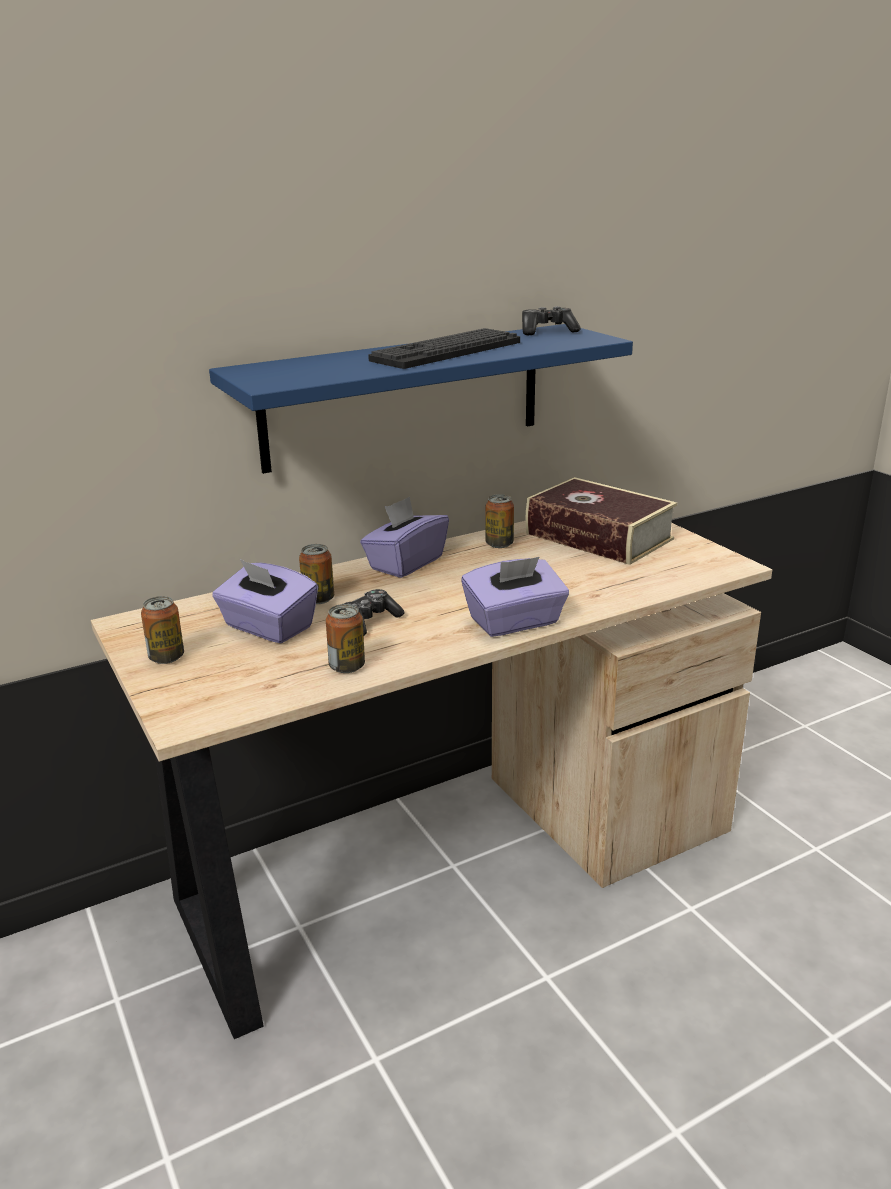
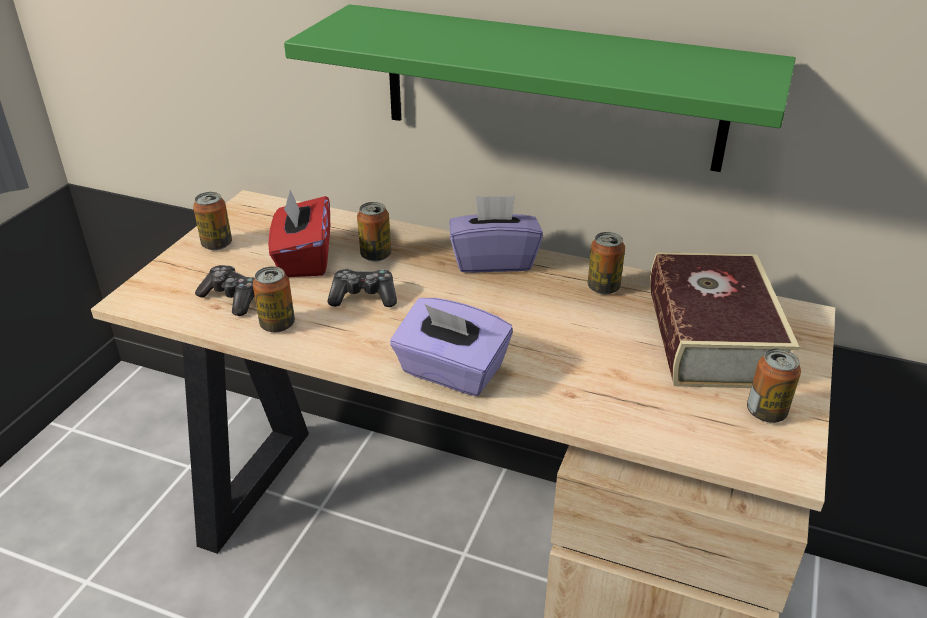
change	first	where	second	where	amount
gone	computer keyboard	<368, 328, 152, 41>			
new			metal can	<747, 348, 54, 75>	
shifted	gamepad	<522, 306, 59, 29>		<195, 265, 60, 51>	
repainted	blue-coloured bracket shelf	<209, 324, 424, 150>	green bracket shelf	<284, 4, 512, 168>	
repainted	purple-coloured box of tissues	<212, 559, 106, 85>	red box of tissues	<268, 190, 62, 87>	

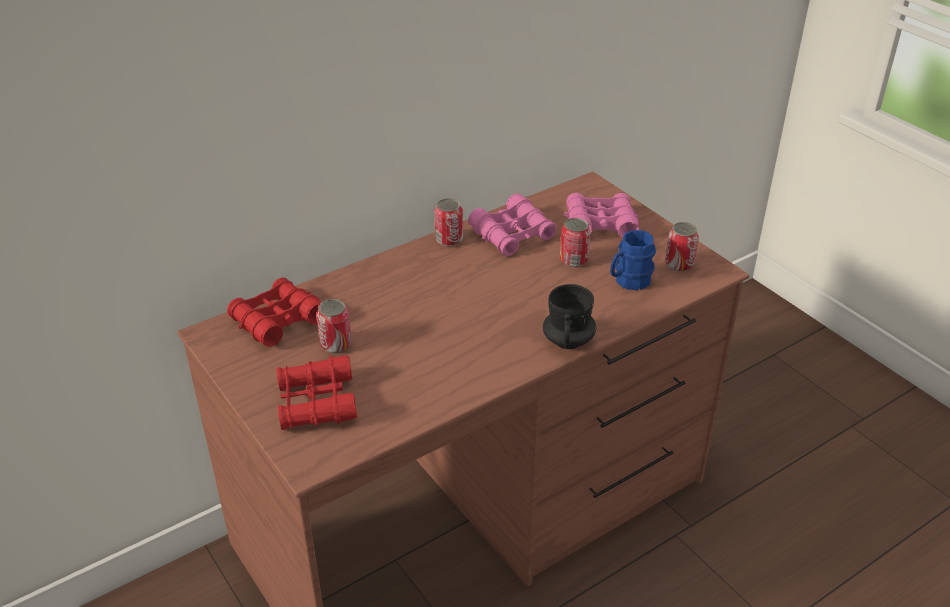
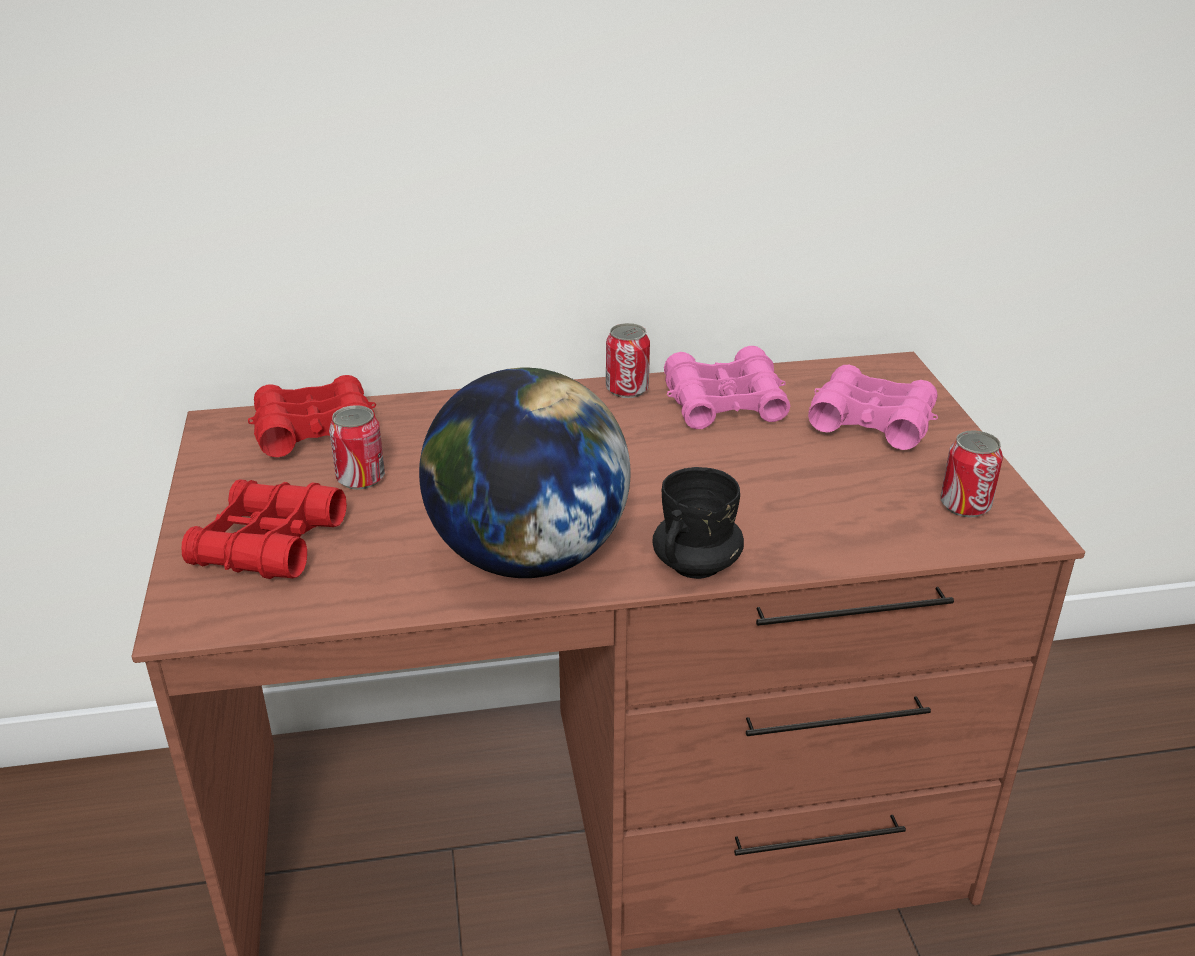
change	first	where	second	where	amount
gone	metal can	<560, 218, 31, 49>			
gone	blue-coloured mug	<610, 230, 46, 60>			
new			globe	<419, 367, 212, 211>	

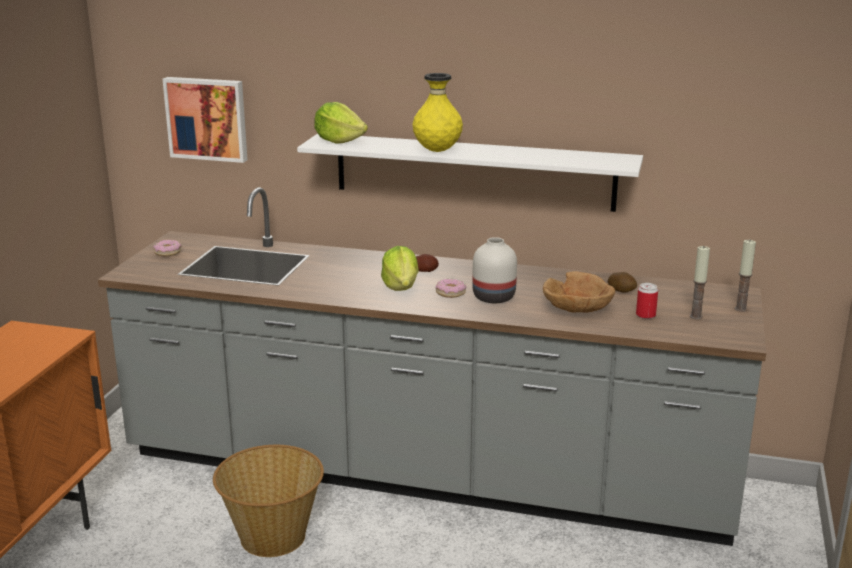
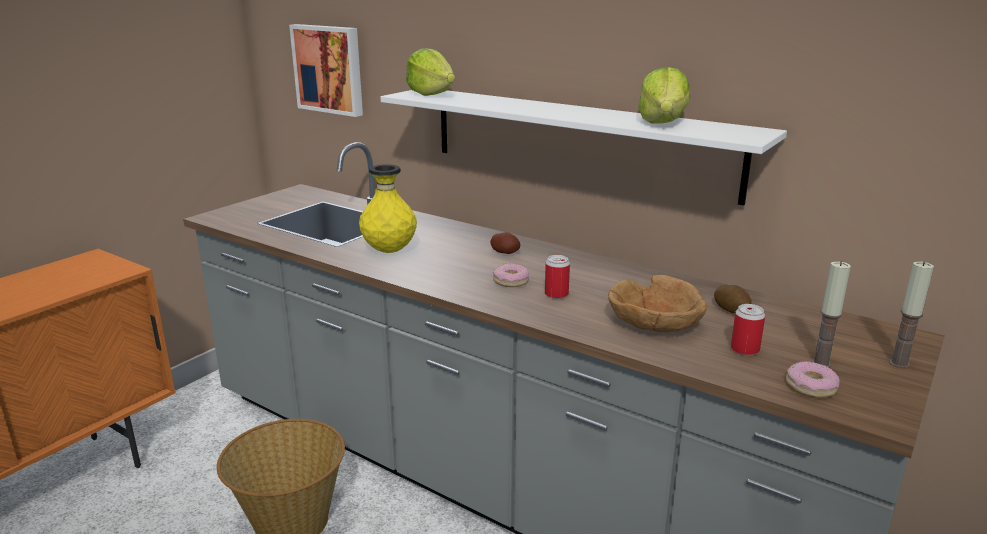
change	first	where	second	where	amount
shifted	ring doughnut	<153, 240, 28, 16>		<786, 361, 54, 37>	
shifted	head of lettuce	<381, 246, 38, 45>		<638, 67, 52, 57>	
shifted	yellow flower vase	<413, 73, 50, 79>		<359, 164, 58, 89>	
swapped	white-coloured flower vase	<472, 237, 45, 66>	metal can	<545, 255, 25, 44>	

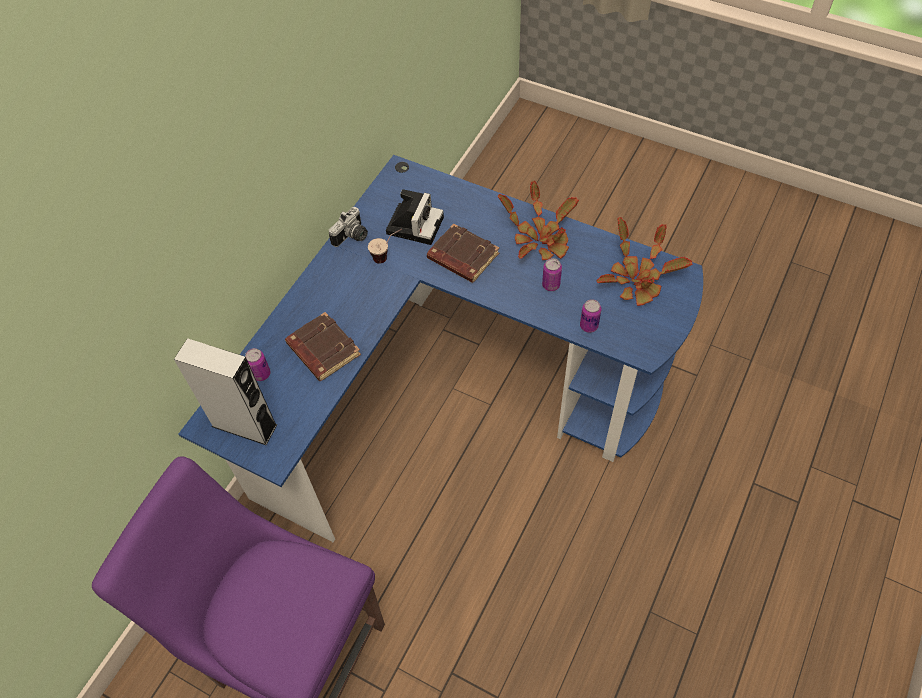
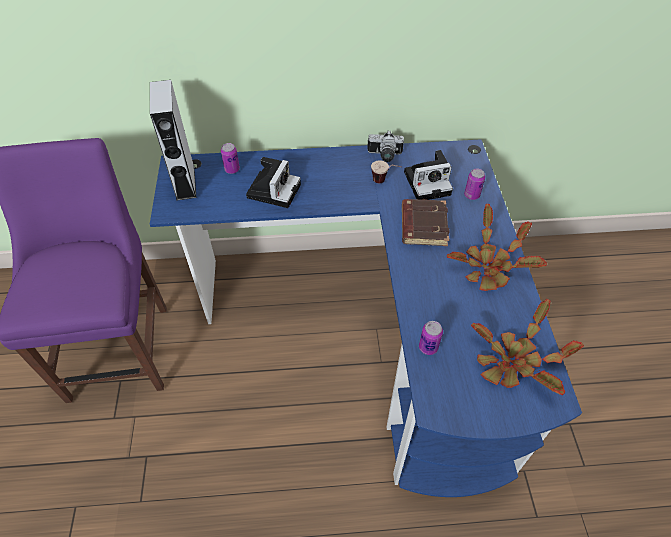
change	first	where	second	where	amount
shifted	metal can	<542, 258, 20, 33>		<464, 169, 21, 31>	
swapped	brown-coloured bound book	<285, 312, 76, 69>	still camera	<246, 157, 55, 51>	

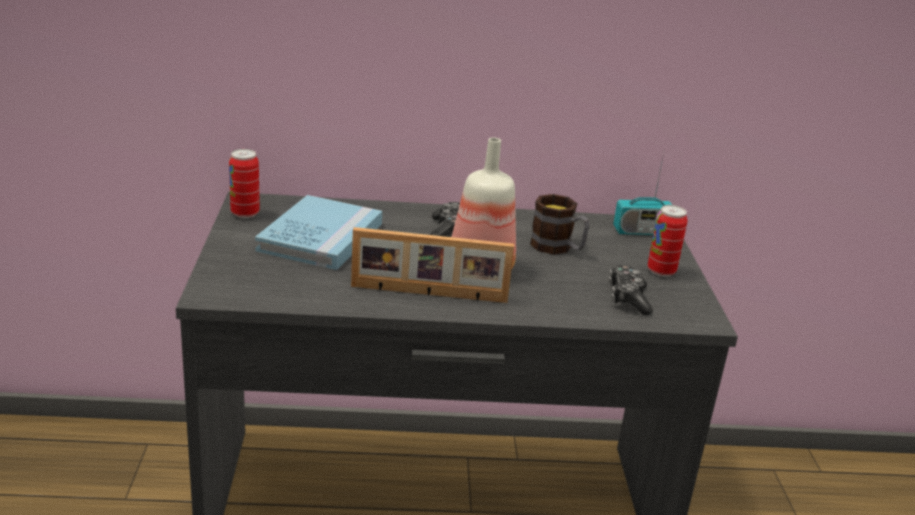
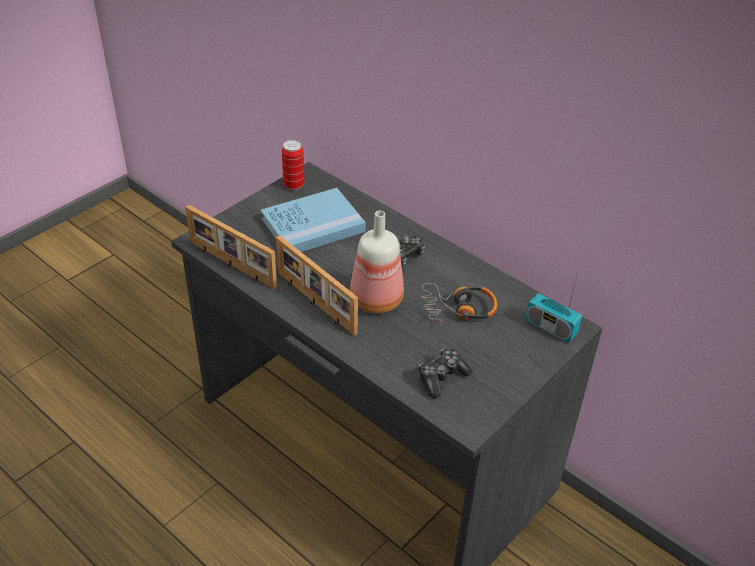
change	first	where	second	where	amount
gone	metal can	<648, 205, 40, 72>			
new			standing frame	<185, 205, 92, 84>	
swapped	mug	<530, 194, 60, 61>	pair of headphones	<421, 283, 76, 44>	

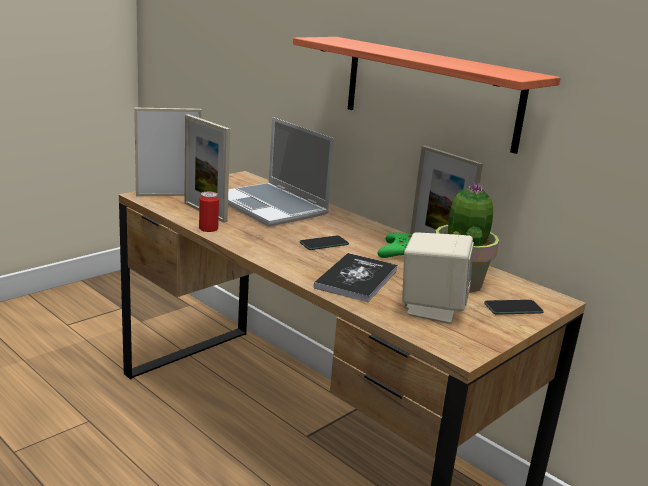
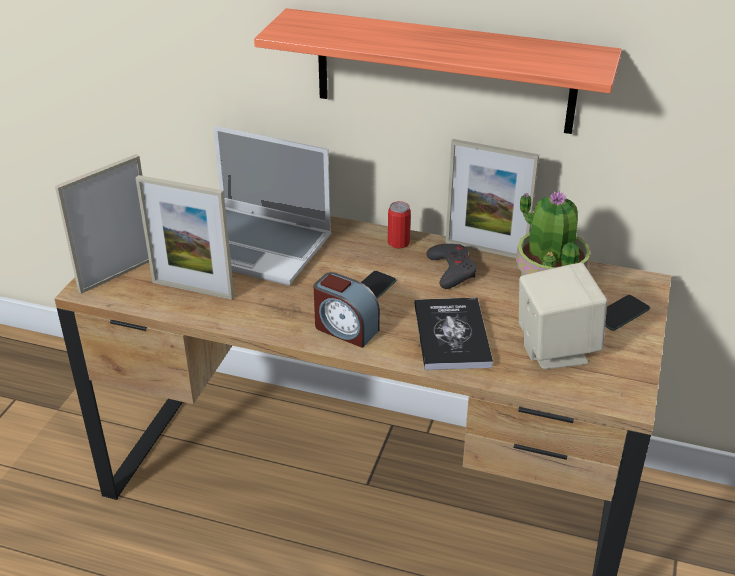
change	first	where	second	where	amount
new			bedside clock	<314, 272, 66, 76>	
shifted	metal can	<199, 192, 20, 40>		<388, 201, 23, 47>	
repainted	green gamepad	<378, 232, 34, 26>	grey gamepad	<426, 244, 51, 45>	

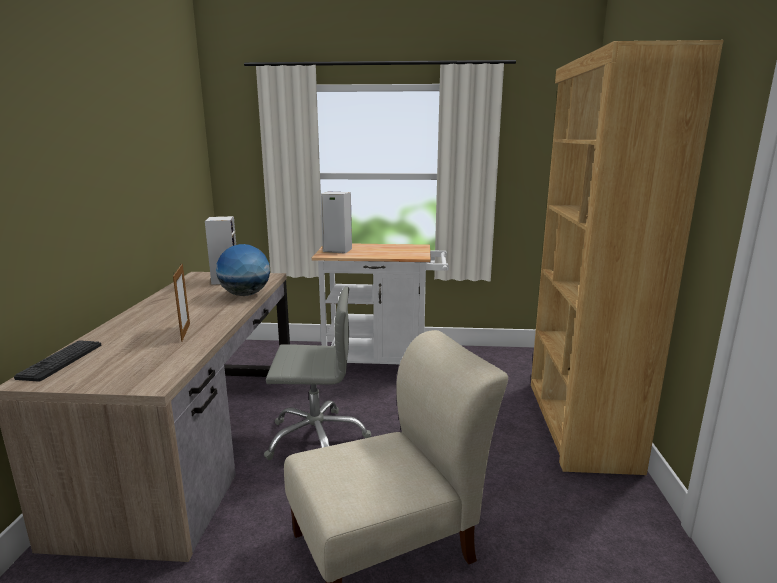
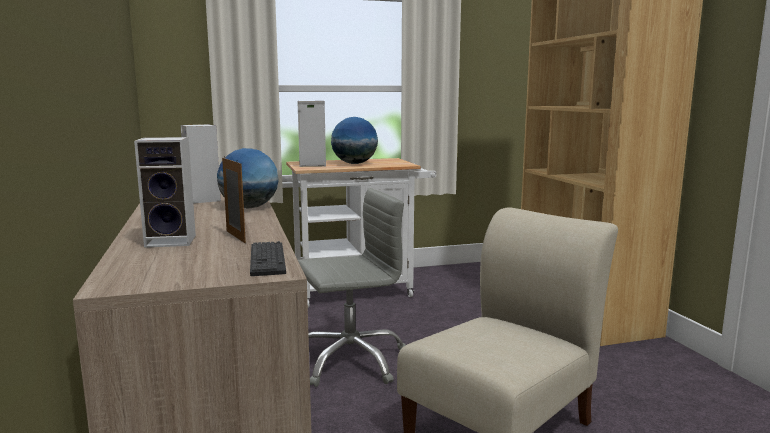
change	first	where	second	where	amount
new			loudspeaker	<134, 137, 62, 111>	
new			globe	<331, 117, 47, 47>	
shifted	computer keyboard	<14, 340, 87, 42>		<250, 241, 36, 35>	

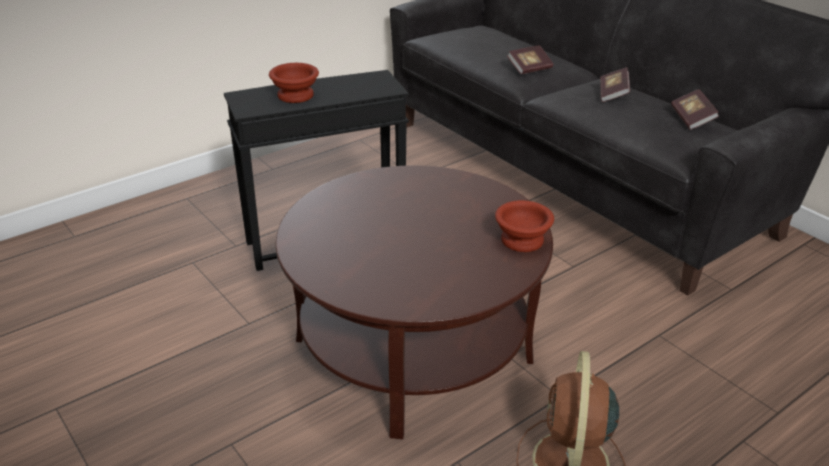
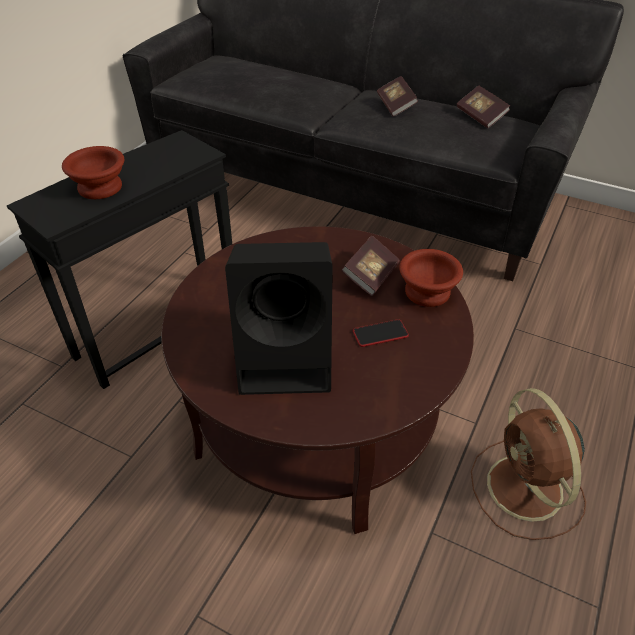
change	first	where	second	where	amount
new			black loudspeaker	<225, 242, 108, 153>	
new			phone	<353, 319, 56, 28>	
shifted	bound book	<507, 45, 46, 30>		<341, 236, 59, 60>	

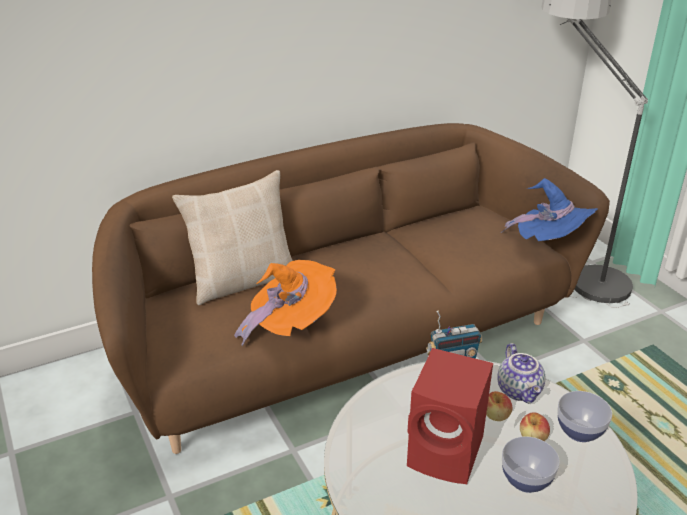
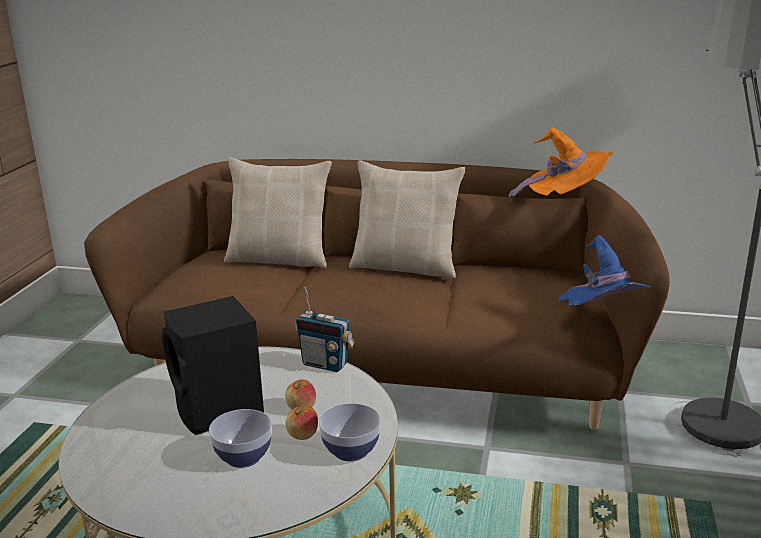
change	first	where	second	where	amount
gone	tea pot	<497, 343, 48, 60>			
new			beige-coloured pillow	<349, 160, 117, 118>	
shifted	orange clothing hat	<234, 260, 103, 86>		<509, 127, 105, 75>	
repainted	red loudspeaker	<407, 348, 86, 136>	black loudspeaker	<162, 296, 102, 139>	

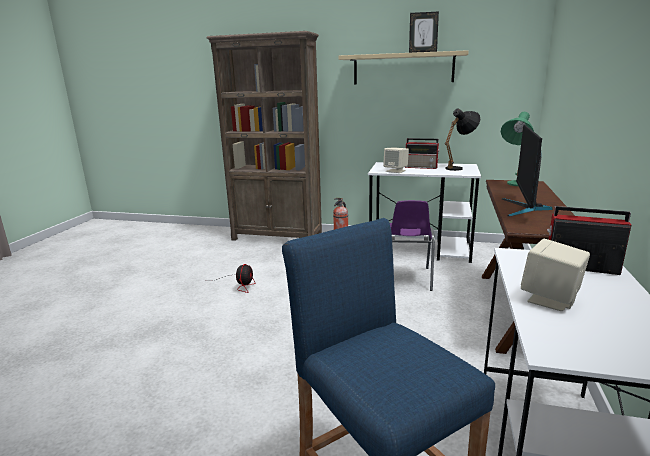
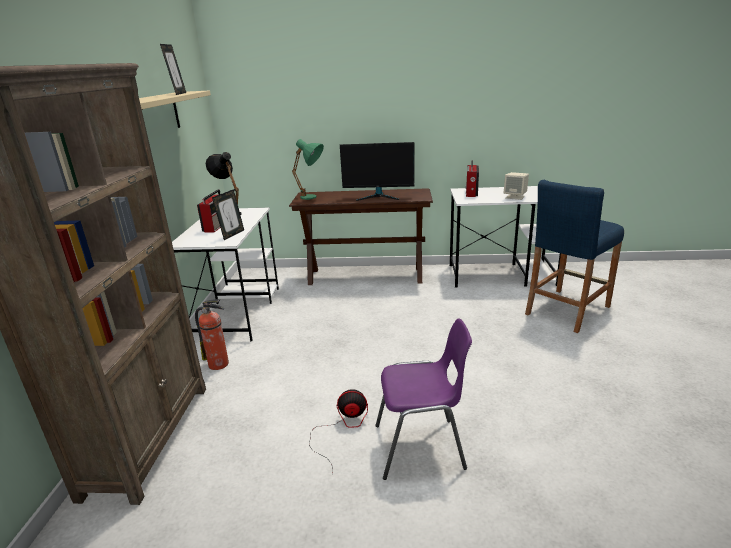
change	first	where	second	where	amount
shifted	purple-coloured upright chair	<390, 200, 45, 91>		<375, 318, 97, 162>	
swapped	beige-coloured loudspeaker	<383, 147, 26, 26>	standing frame	<212, 189, 32, 51>	

